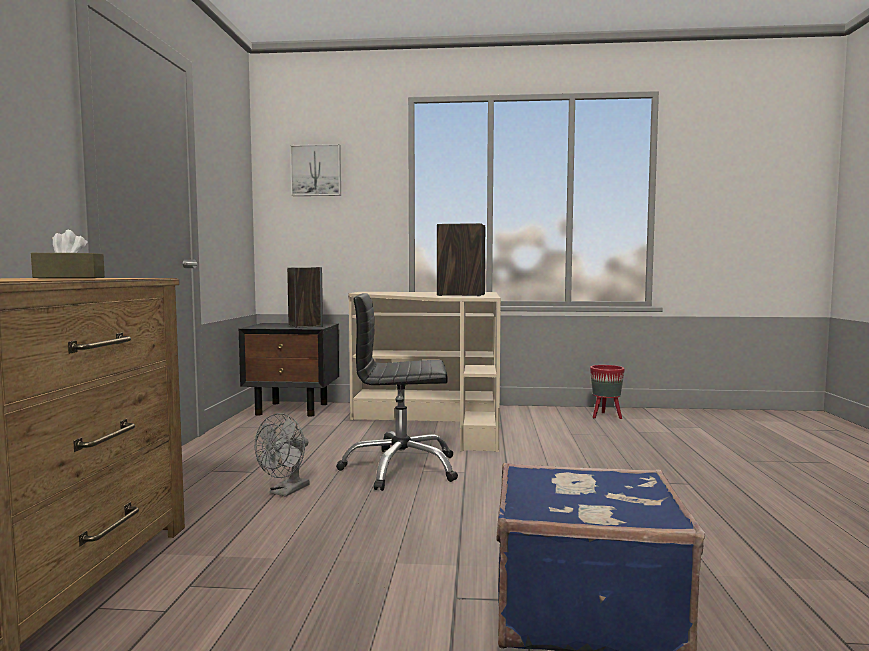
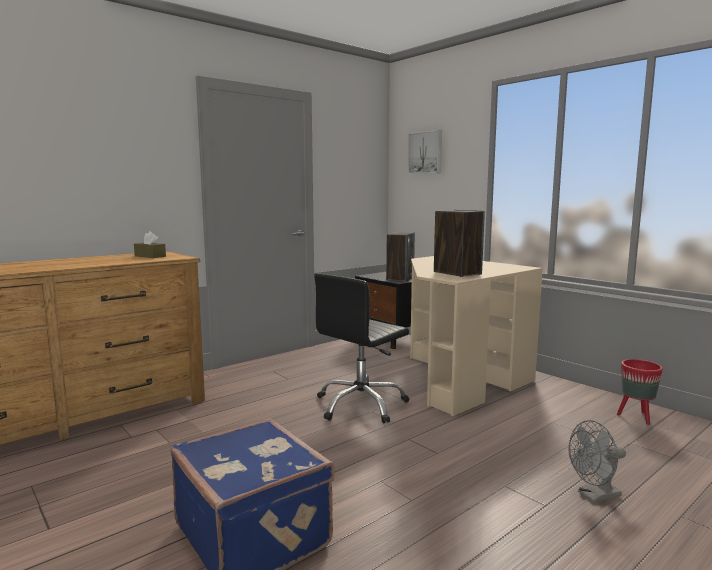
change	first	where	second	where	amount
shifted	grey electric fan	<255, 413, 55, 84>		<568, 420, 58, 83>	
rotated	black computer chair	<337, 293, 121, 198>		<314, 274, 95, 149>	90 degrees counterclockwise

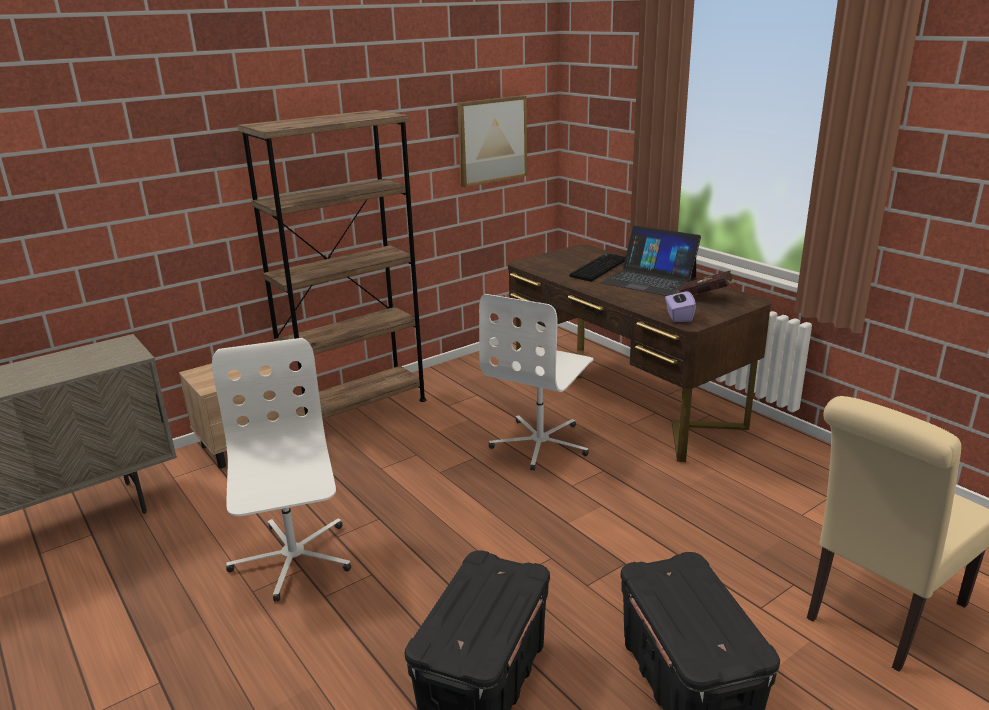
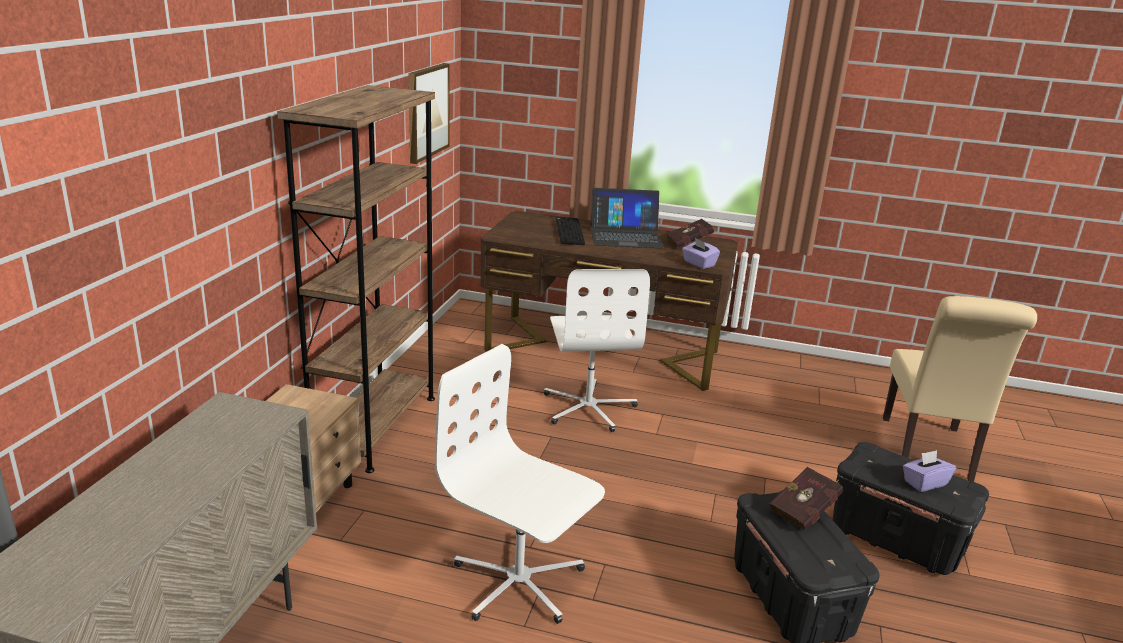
change	first	where	second	where	amount
new			red bound book	<769, 467, 74, 64>	
new			purple-coloured box of tissues	<903, 450, 53, 42>	

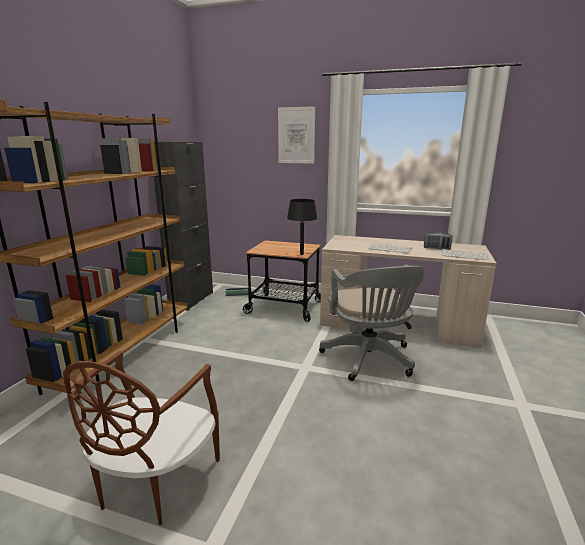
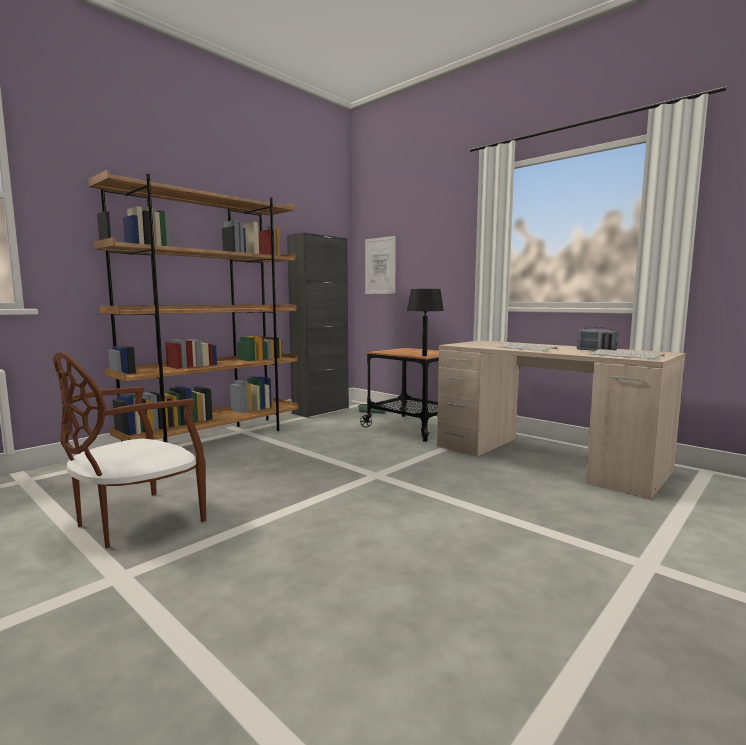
change	first	where	second	where	amount
gone	grey computer chair	<319, 265, 106, 116>			
shifted	wall picture	<278, 106, 37, 58>		<365, 236, 31, 58>	

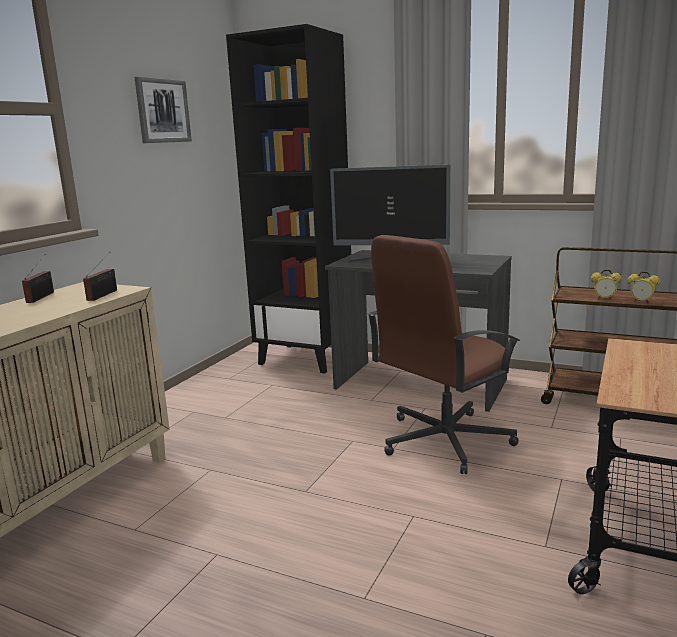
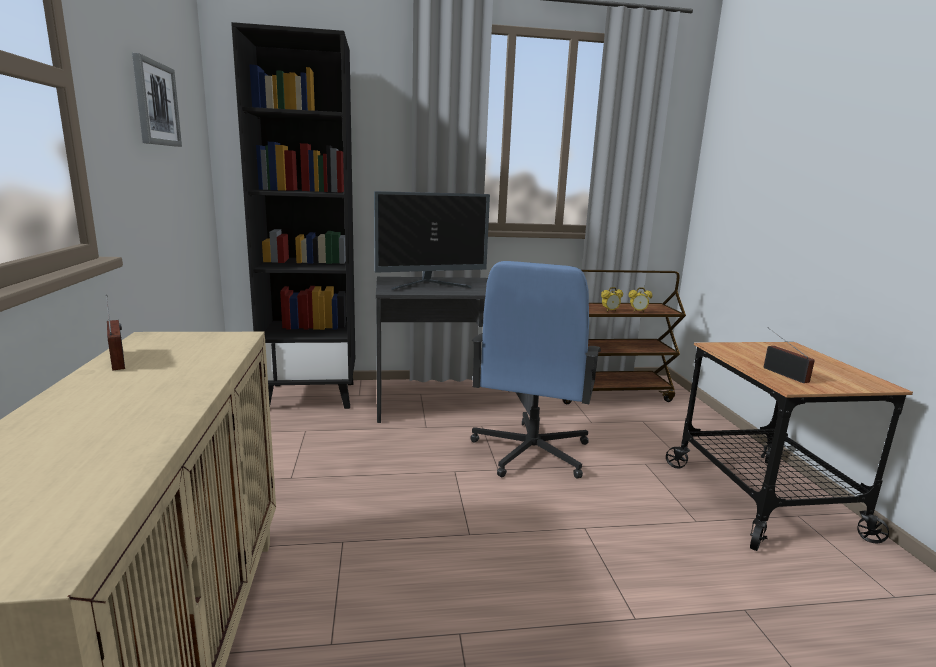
change	first	where	second	where	amount
shifted	radio	<83, 252, 34, 49>		<764, 328, 51, 55>	
repainted	brown-coloured computer chair	<368, 235, 152, 239>	blue-coloured computer chair	<470, 261, 131, 218>	

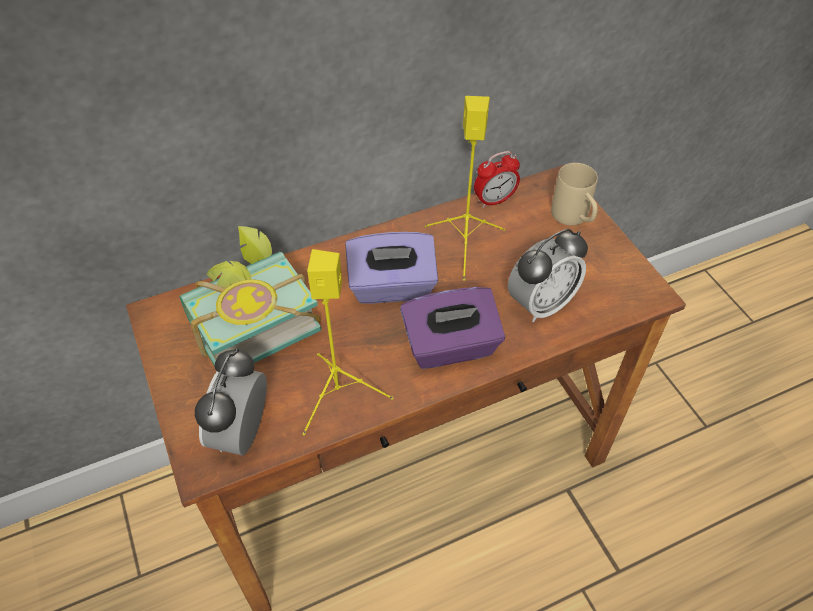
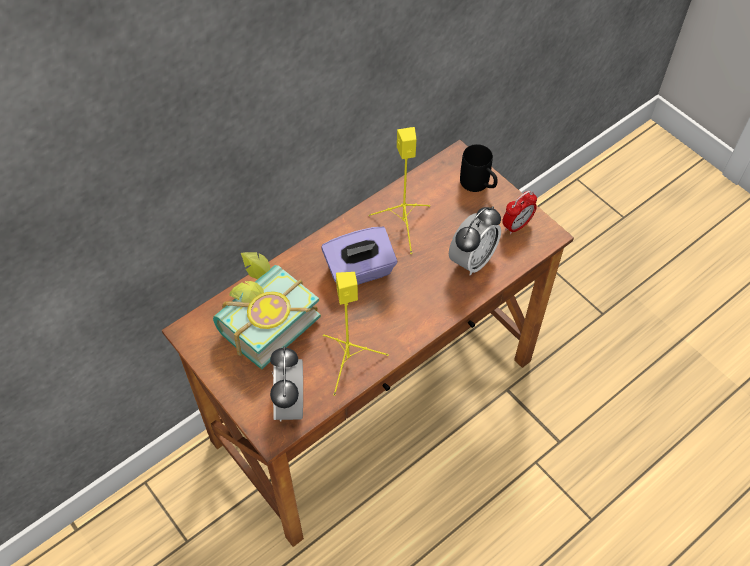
change	first	where	second	where	amount
gone	purple-coloured box of tissues	<400, 287, 105, 82>			
shifted	bedside clock	<474, 151, 46, 57>		<502, 191, 35, 44>	
repainted	beige-coloured mug	<551, 163, 47, 63>	black mug	<460, 144, 38, 48>	

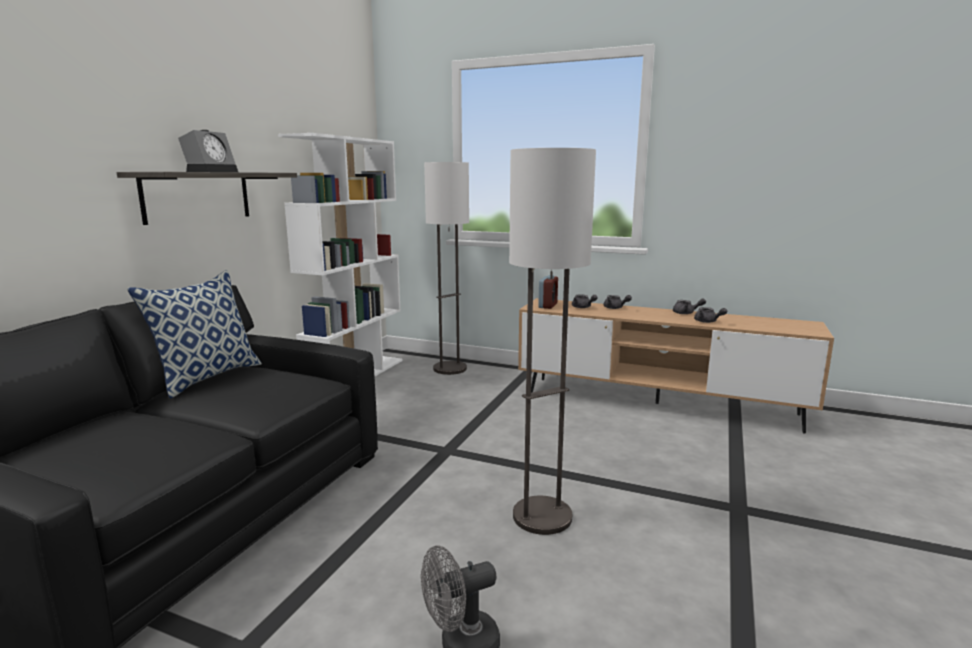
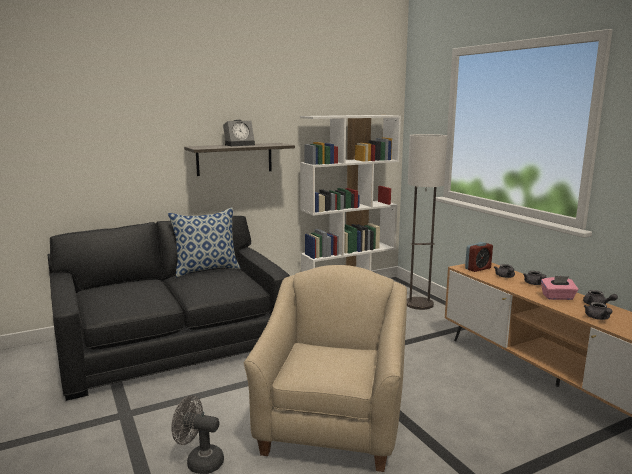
change	first	where	second	where	amount
new			pinkish box of tissues	<541, 276, 37, 24>	
swapped	floor lamp	<509, 148, 87, 387>	beige-coloured armchair	<244, 265, 163, 207>	

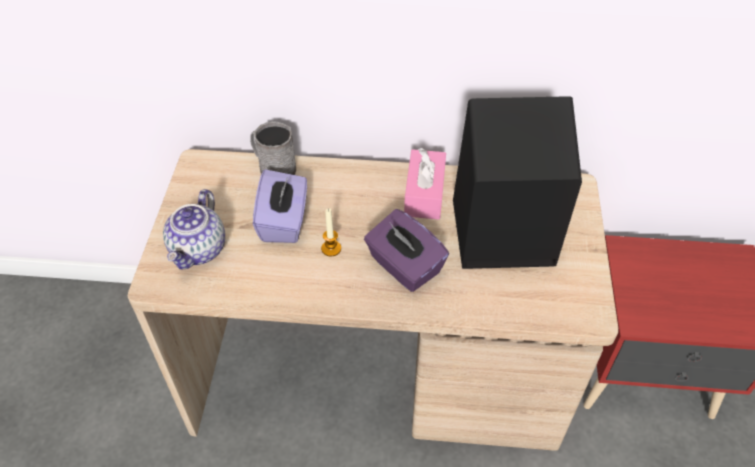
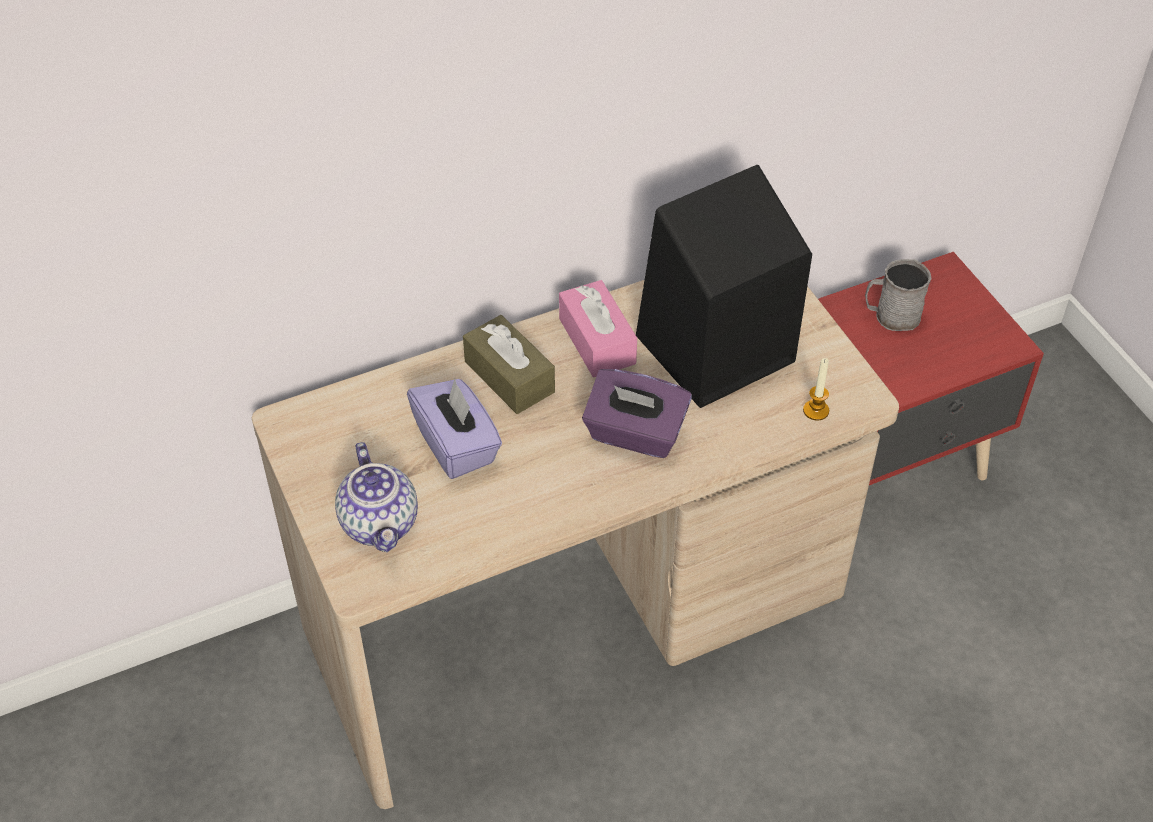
change	first	where	second	where	amount
new			brown-coloured box of tissues	<463, 315, 92, 99>	
shifted	grey mug	<250, 121, 46, 54>		<865, 259, 66, 72>	
shifted	candle	<321, 208, 20, 48>		<803, 358, 26, 62>	

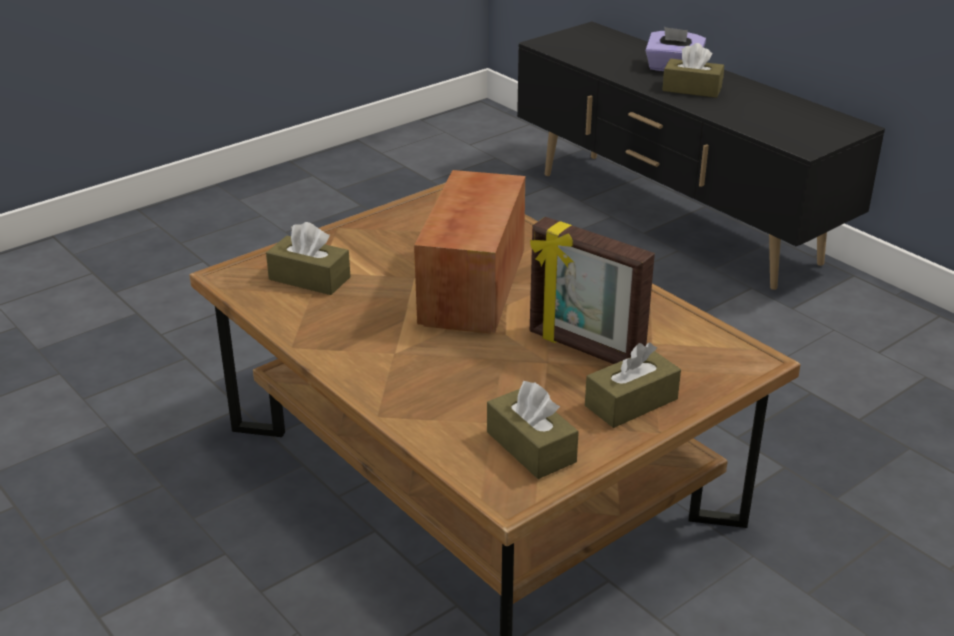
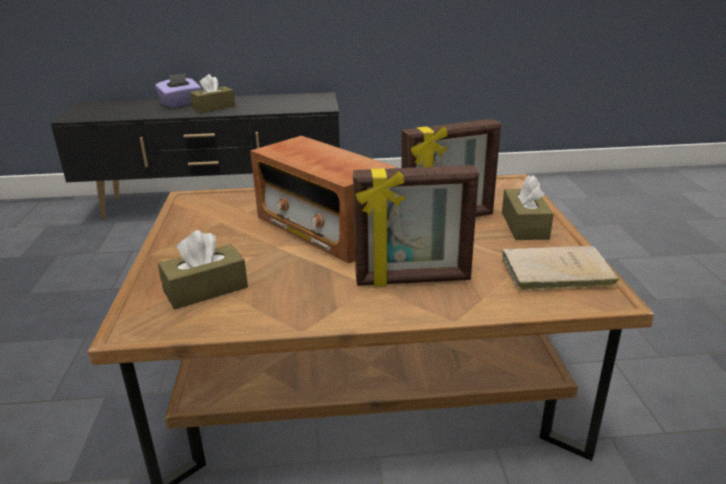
change	first	where	second	where	amount
new			standing frame	<353, 165, 126, 122>	
swapped	brown-coloured box of tissues	<487, 381, 92, 98>	beige-coloured bound book	<502, 246, 117, 44>	

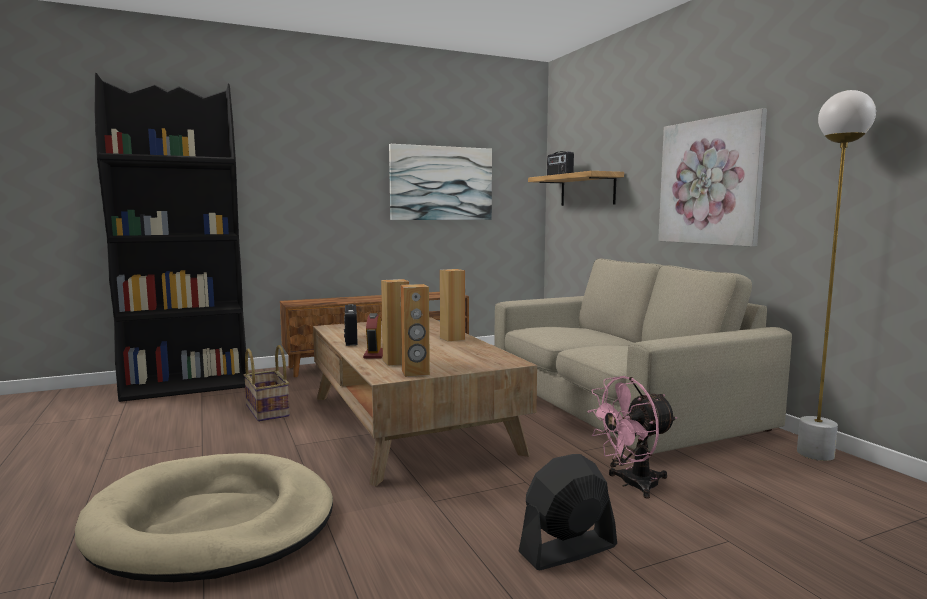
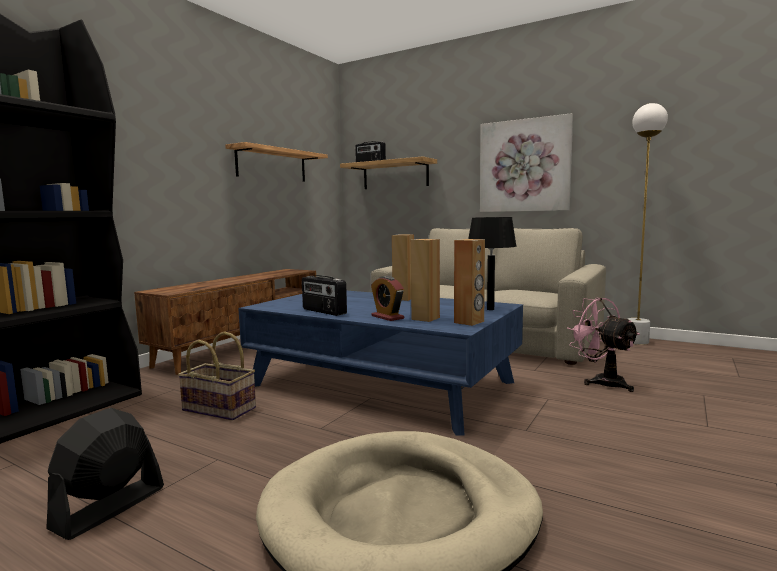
change	first	where	second	where	amount
new			black lamp for a table	<468, 217, 49, 93>	
shifted	black electric fan	<518, 454, 99, 116>		<46, 408, 118, 132>	
swapped	wall picture	<389, 144, 103, 76>	bracket shelf	<225, 142, 103, 40>	
repainted	brown-coloured low table	<313, 317, 224, 169>	blue-coloured low table	<238, 291, 285, 145>	
rotated	pinkish electric fan	<587, 376, 90, 123>		<567, 298, 73, 94>	120 degrees clockwise

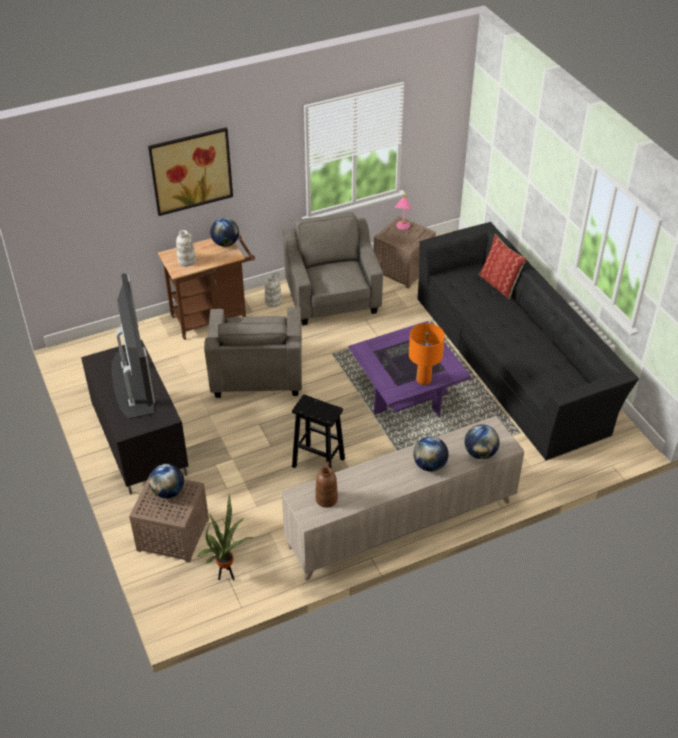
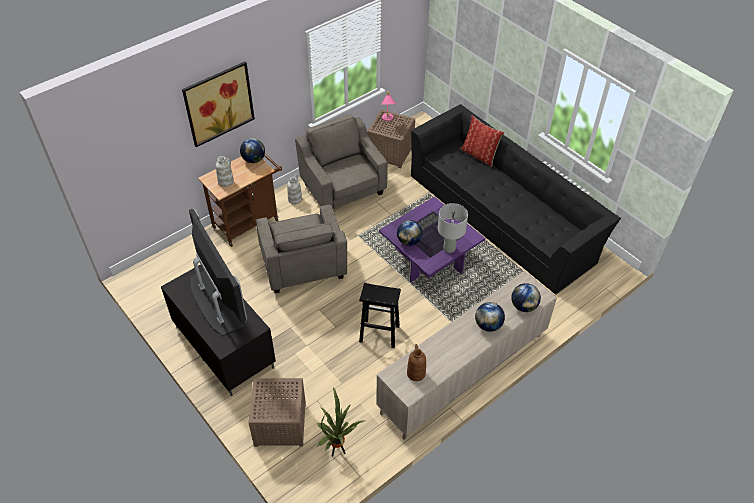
change	first	where	second	where	amount
shifted	globe	<149, 464, 35, 35>		<397, 220, 25, 26>	
repainted	orange lamp for a table	<409, 323, 36, 62>	grey lamp for a table	<438, 203, 30, 50>	

